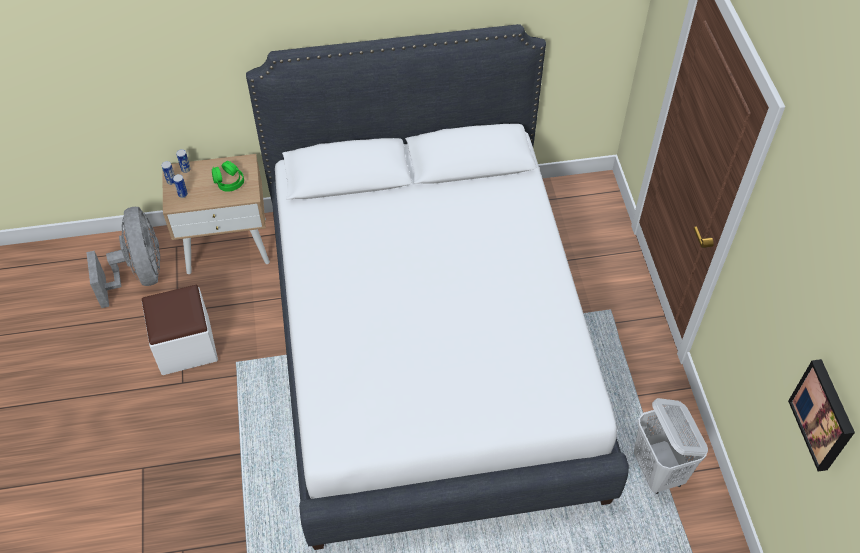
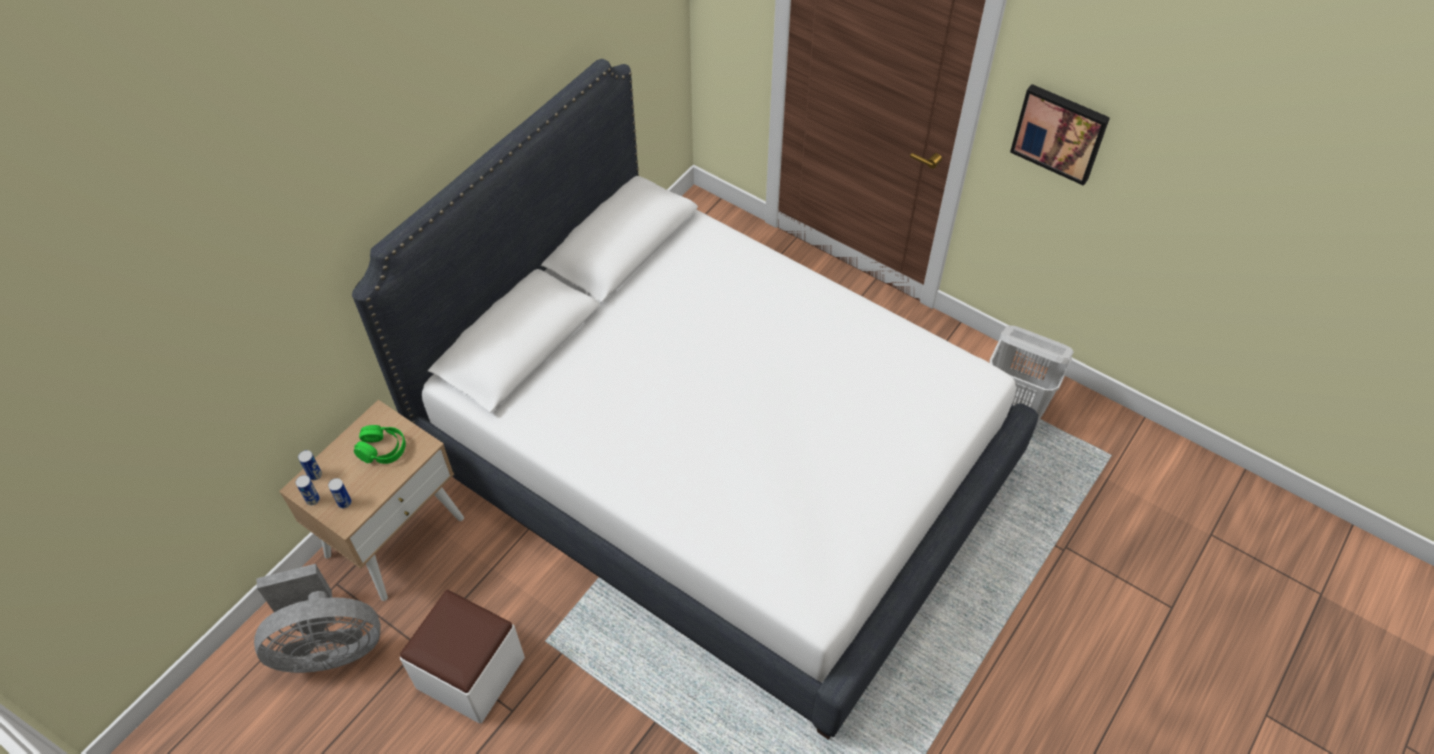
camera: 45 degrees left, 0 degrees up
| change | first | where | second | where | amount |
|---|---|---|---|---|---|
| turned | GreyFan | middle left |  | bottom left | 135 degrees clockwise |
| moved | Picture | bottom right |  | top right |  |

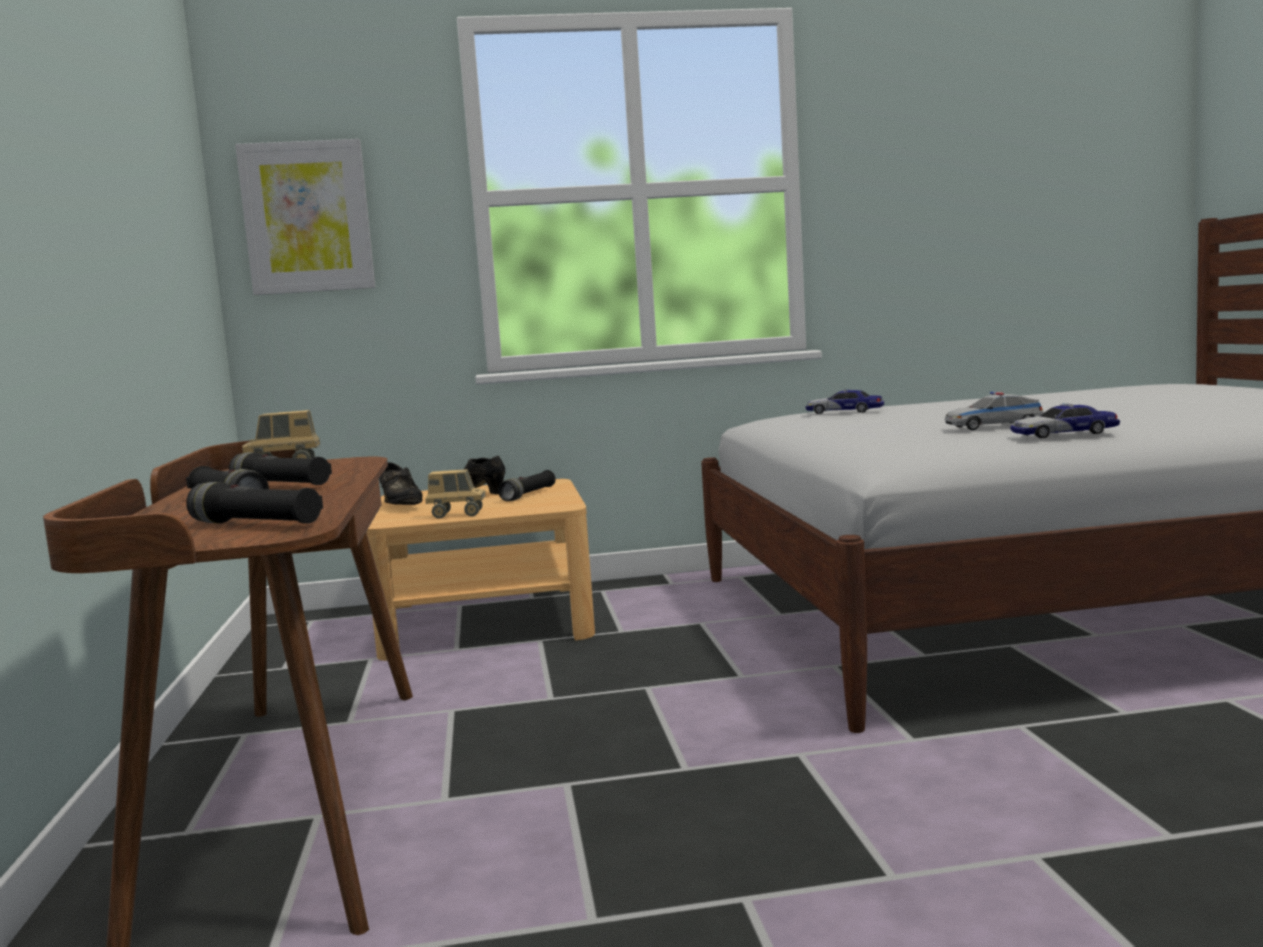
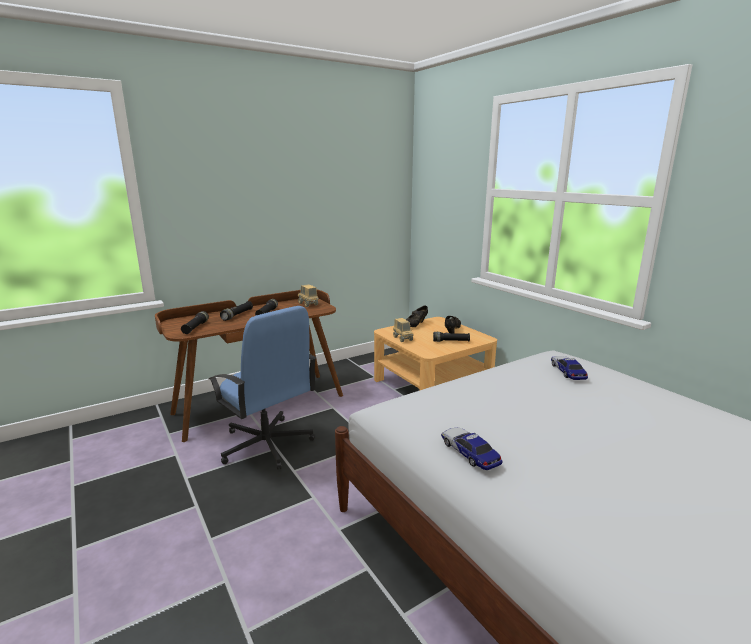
camera: 65 degrees right, 10 degrees up
| change | first | where | second | where | amount |
|---|---|---|---|---|---|
| removed | Picture | top left |  |  |  |
| removed | ToyCar (2nd from left) | middle right |  |  |  |
| added |  |  | BlueOfficeChair | centre |  |

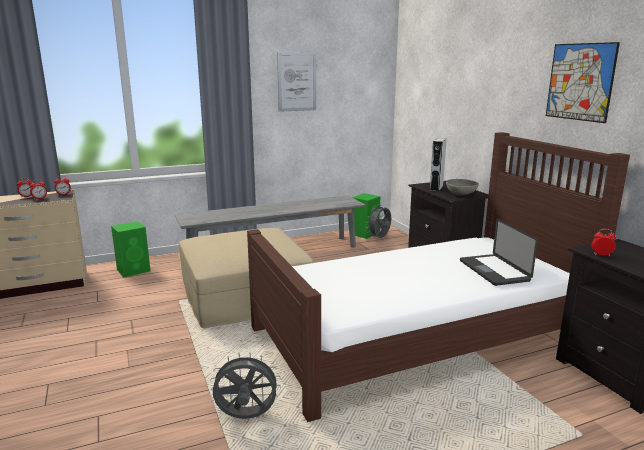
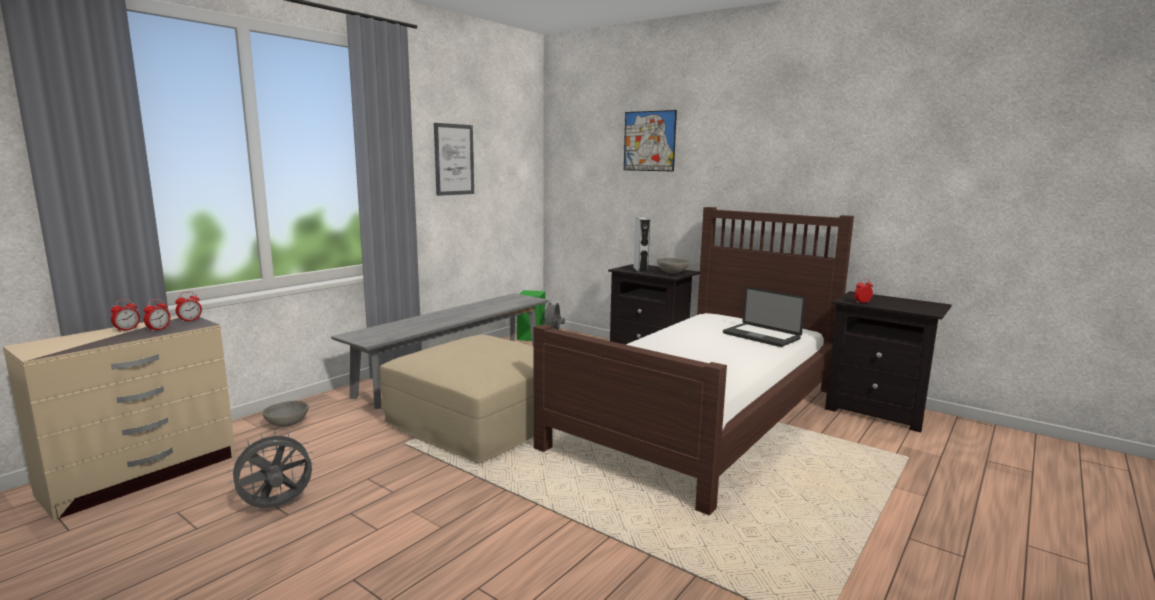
camera: 30 degrees left, 5 degrees down
| change | first | where | second | where | amount |
|---|---|---|---|---|---|
| moved | Picture (2nd from left) | top right |  | top centre |  |
| replaced | GreenSpeaker (1st from left) | middle left | GreyBowl (1st from left) | bottom left |  |
| moved | GreyFan (1st from left) | bottom centre |  | bottom left |  |

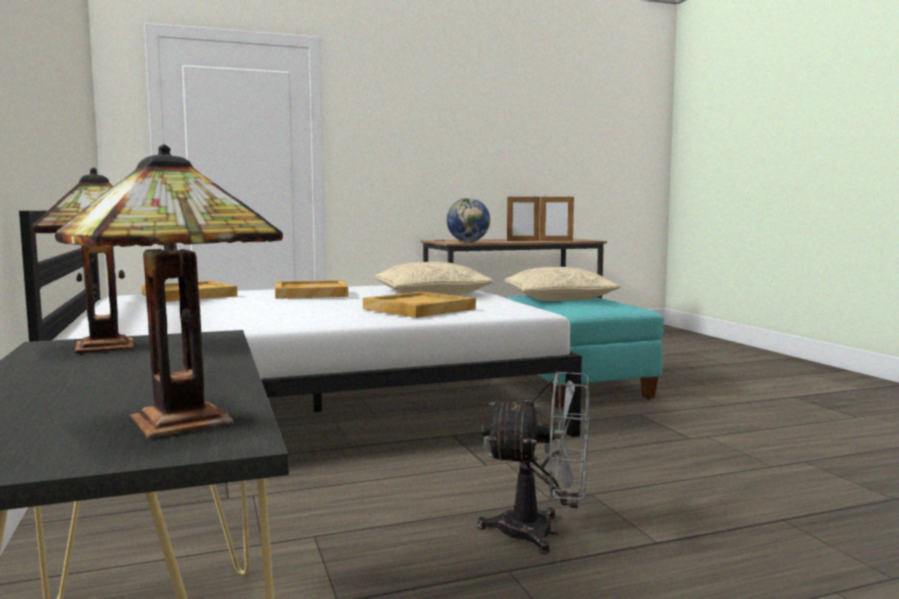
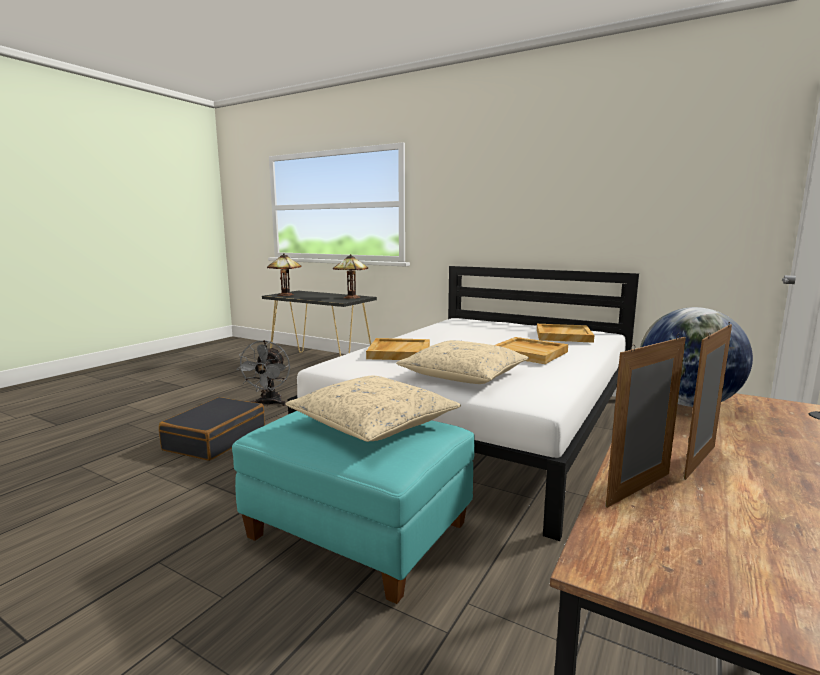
camera: 140 degrees right, 5 degrees up
| change | first | where | second | where | amount |
|---|---|---|---|---|---|
| turned | GreyFan | bottom centre |  | middle left | 60 degrees counterclockwise |
| added |  |  | BlackSuitcase | middle left |  |

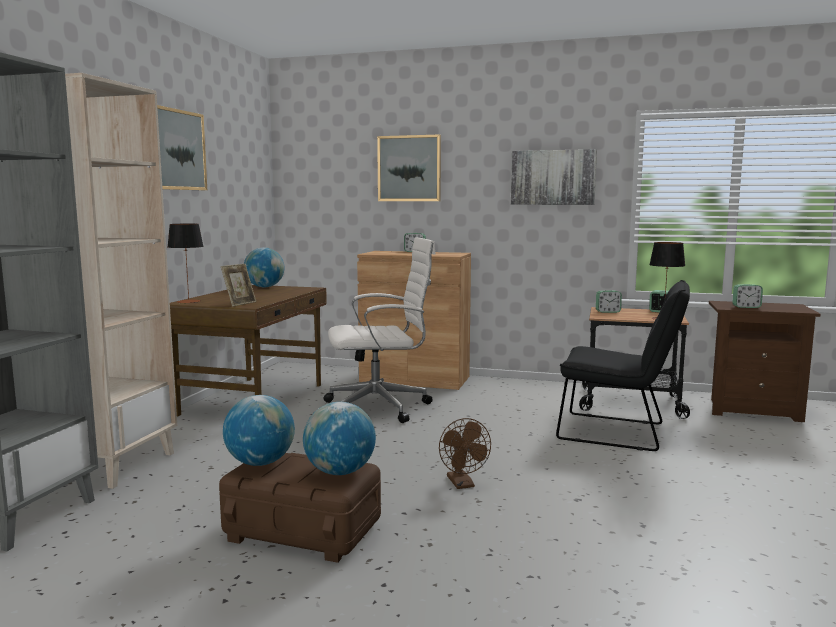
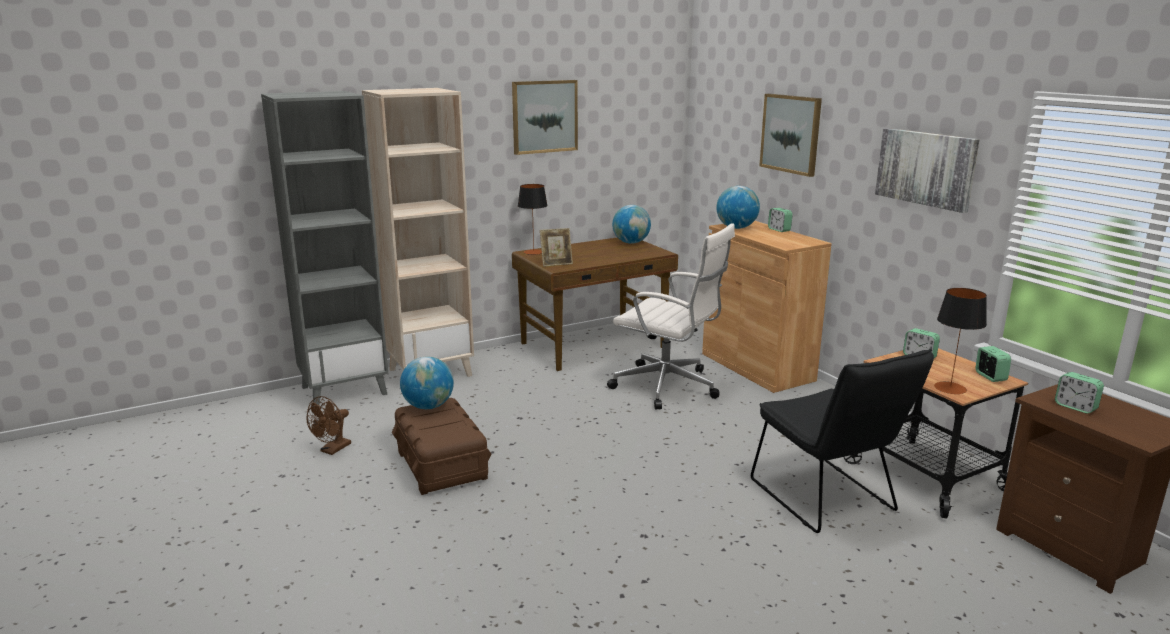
camera: 45 degrees right, 10 degrees up
| change | first | where | second | where | amount |
|---|---|---|---|---|---|
| moved | Globe (3rd from left) | bottom centre |  | top centre |  |
| moved | BrownFan | bottom centre |  | bottom left |  |

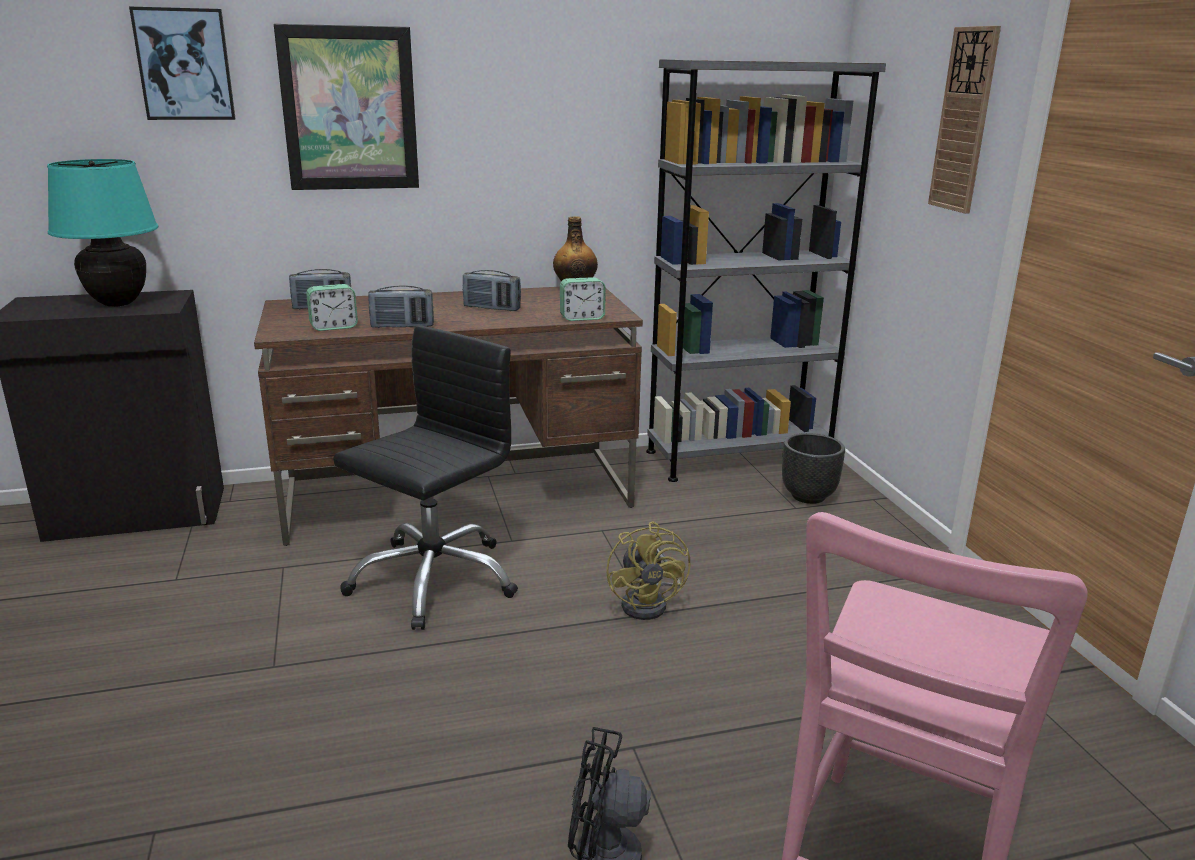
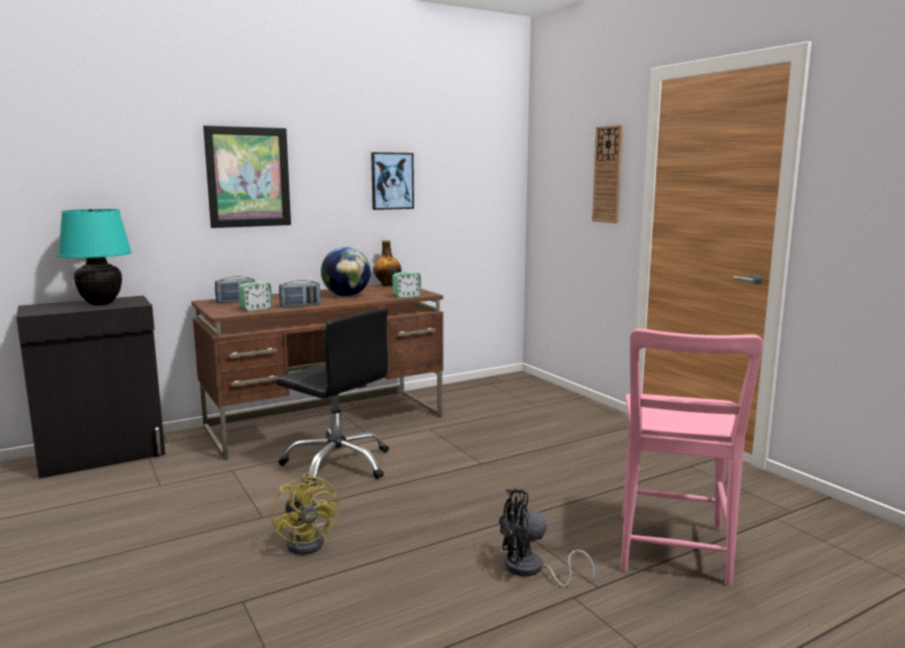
camera: 15 degrees left, 10 degrees down
| change | first | where | second | where | amount |
|---|---|---|---|---|---|
| moved | Picture (1st from left in the first image) | top left | Picture (2nd from left) | top centre |  |
| removed | GreyBookcase | top centre |  |  |  |
| replaced | Radio (3rd from left) | centre | Globe | centre |  |
| turned | BlackOfficeChair | centre |  | centre | 105 degrees clockwise |
| removed | BlackPlanter | middle right |  |  |  |
| moved | YellowFan | centre |  | bottom centre |  |

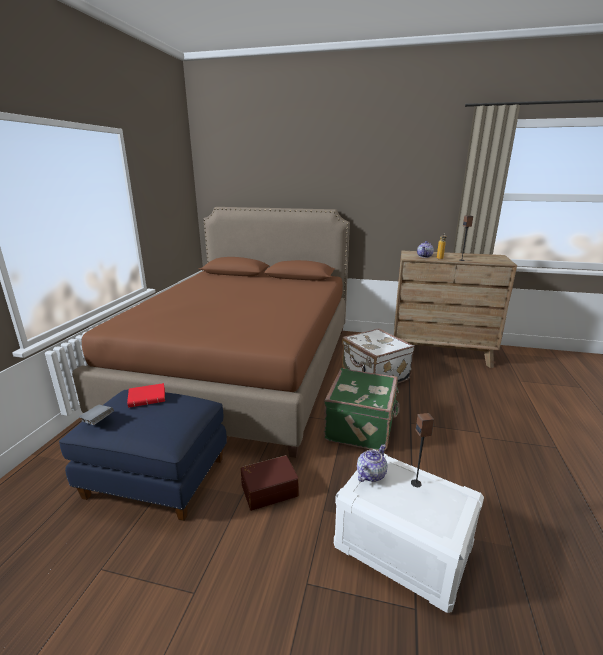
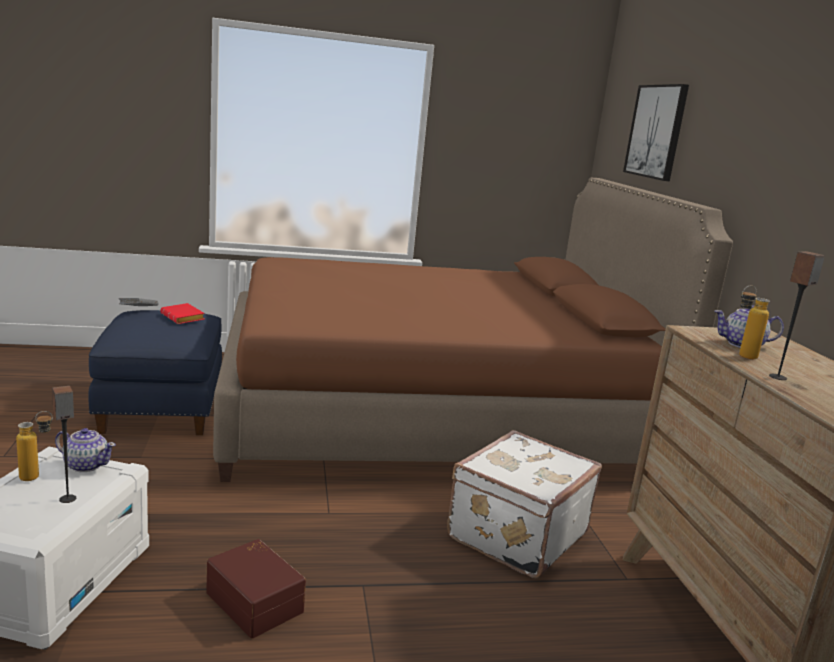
camera: 65 degrees right, 5 degrees down
| change | first | where | second | where | amount |
|---|---|---|---|---|---|
| removed | GreenSuitcase | centre |  |  |  |
| moved | BrownStorageBox | bottom centre |  | bottom left |  |
| added |  |  | Picture | top right |  |
| added |  |  | Bottle (1st from left) | bottom left |  |

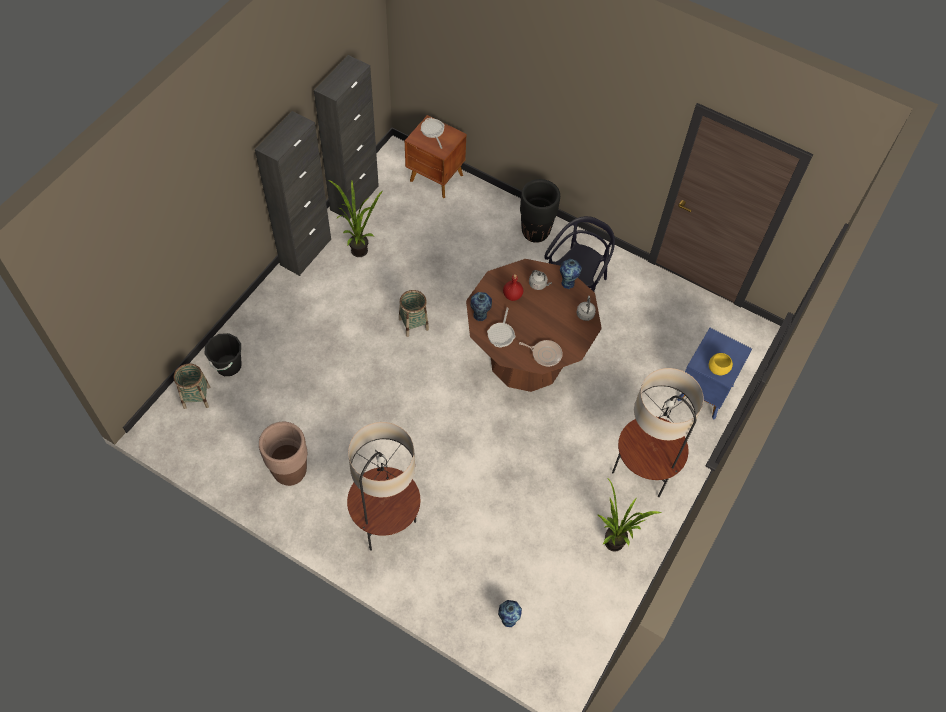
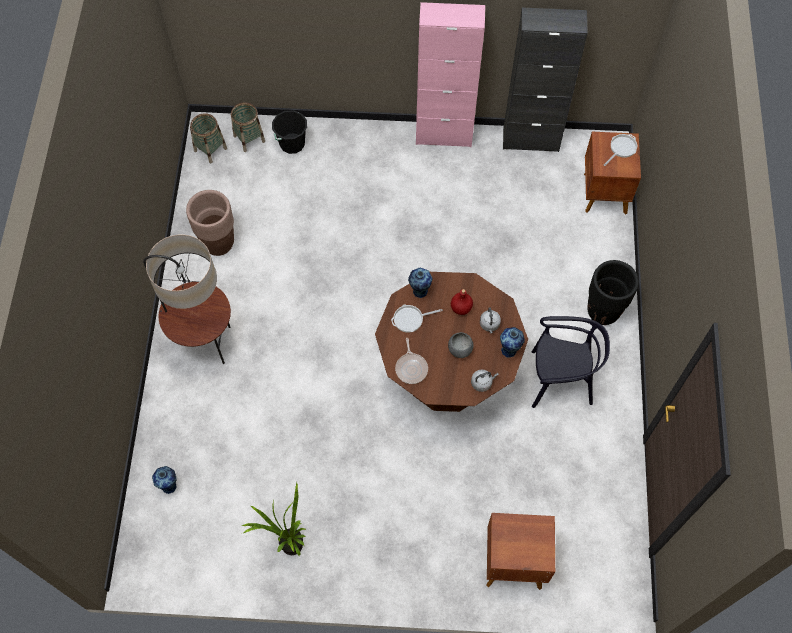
camera: 65 degrees right, 5 degrees up
| change | first | where | second | where | amount |
|---|---|---|---|---|---|
| recoloured | BlackCabinet (1st from left) | top left | PinkCabinet | top centre |  |
| removed | PottedPlant (1st from left) | top centre |  |  |  |
| moved | Basket (2nd from left in the first image) | centre | Basket (1st from left) | top left |  |
| recoloured | BlueNightstand | middle right | BrownNightstand (1st from left) | bottom centre |  |
| removed | YellowBowl | middle right |  |  |  |
| removed | FloorLamp (2nd from left) | middle right |  |  |  |
| added |  |  | GreyBowl | centre |  |

